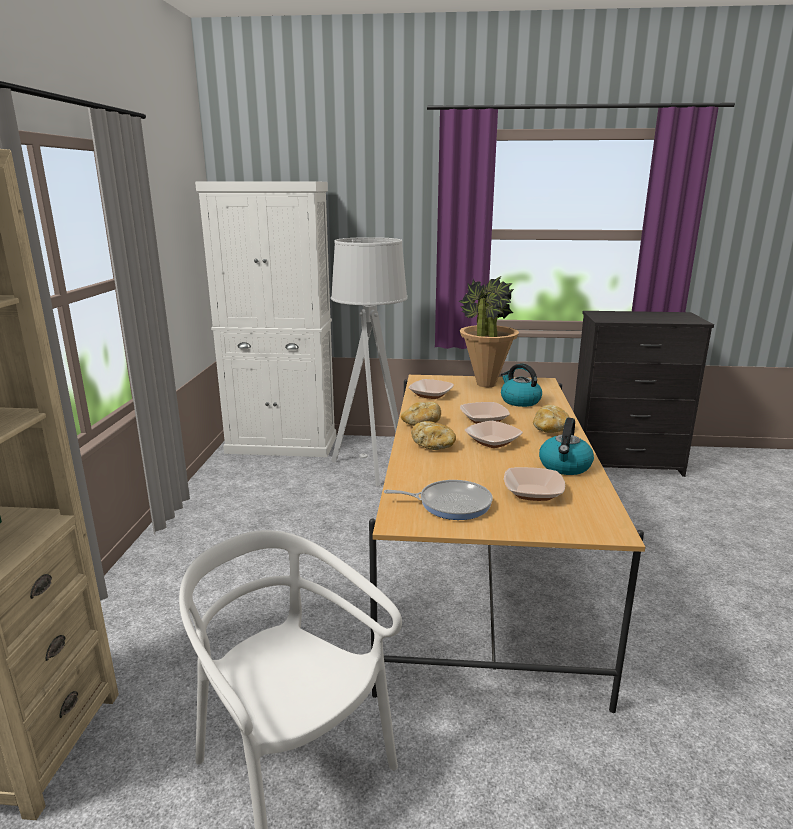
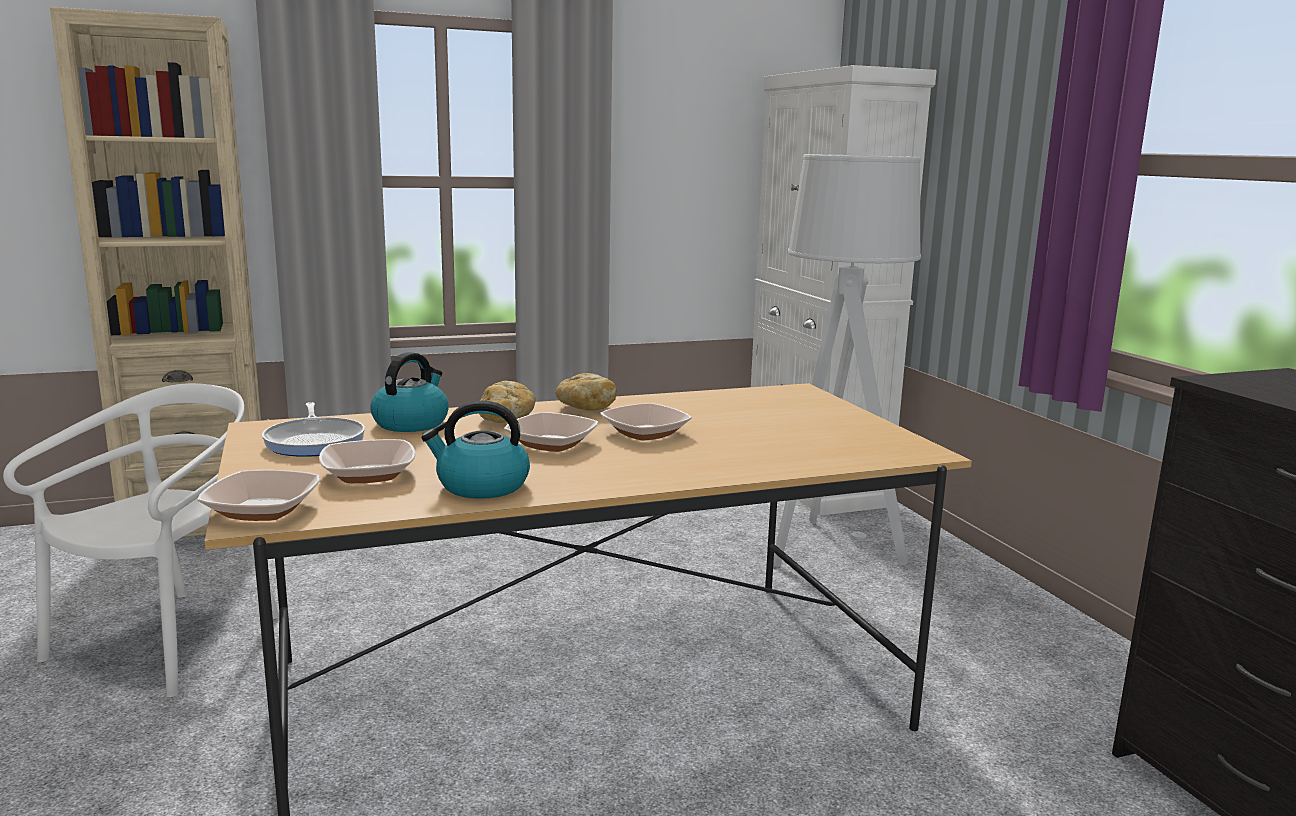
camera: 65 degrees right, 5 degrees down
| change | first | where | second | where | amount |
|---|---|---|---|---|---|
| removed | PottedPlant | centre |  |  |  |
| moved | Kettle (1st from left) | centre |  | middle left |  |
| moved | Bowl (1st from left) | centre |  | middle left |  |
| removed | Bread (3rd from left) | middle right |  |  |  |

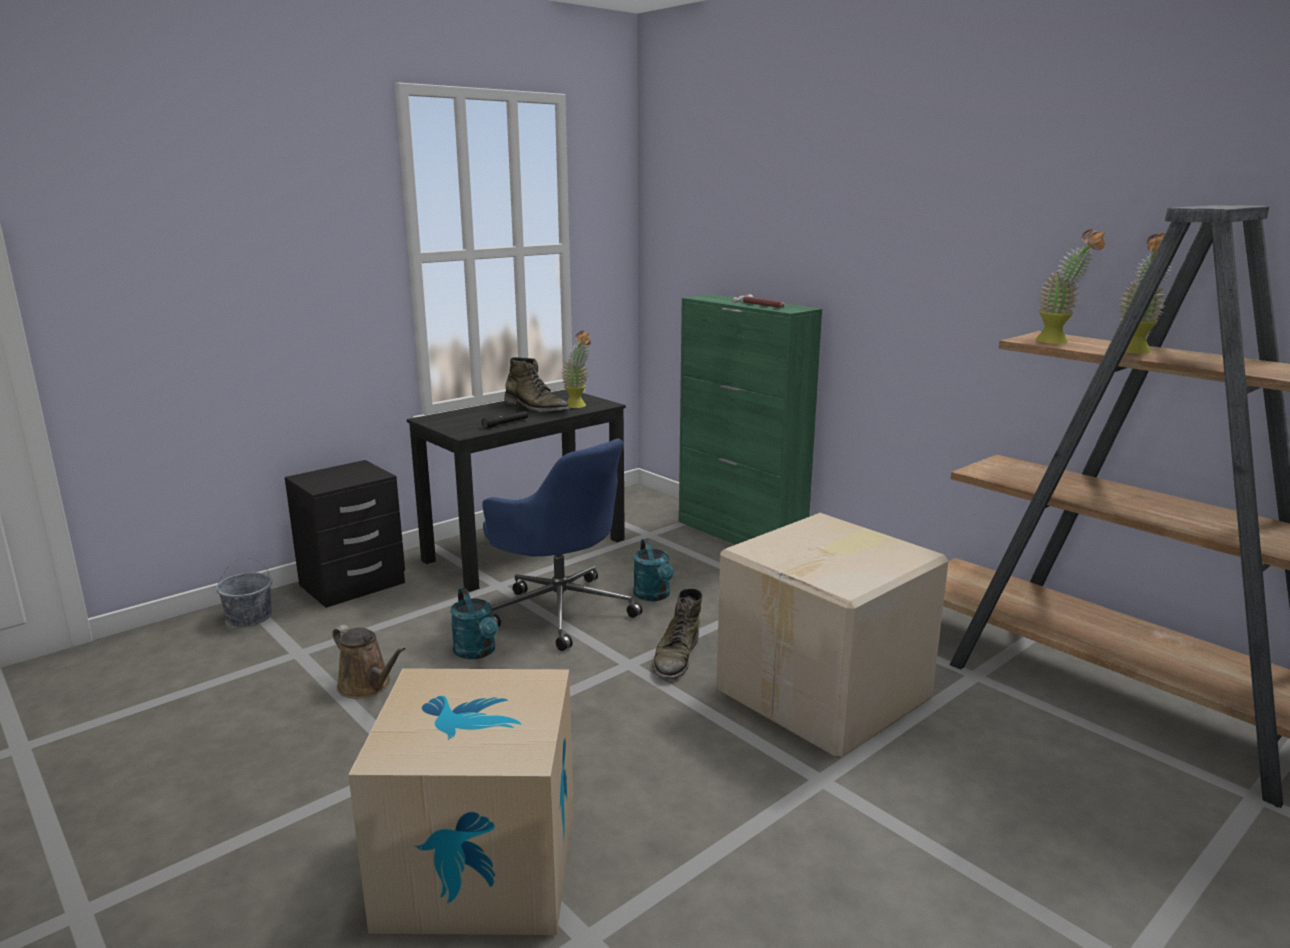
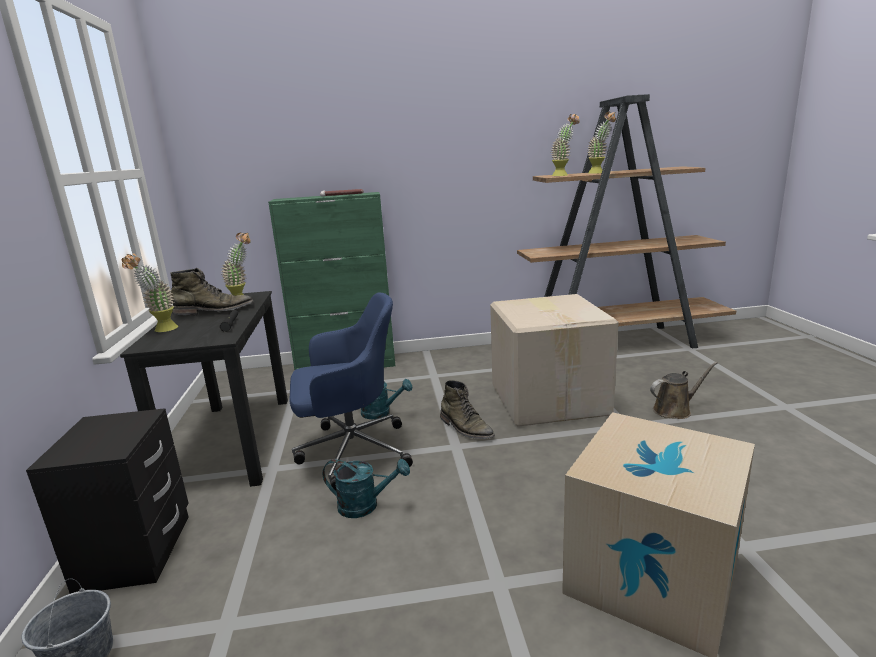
camera: 55 degrees left, 0 degrees up
| change | first | where | second | where | amount |
|---|---|---|---|---|---|
| moved | BrownWateringCan | bottom left |  | middle right |  |
| added |  |  | PottedPlant (1st from left) | middle left |  |

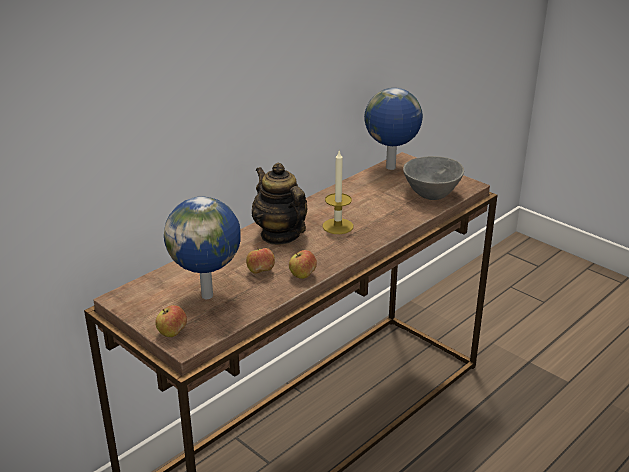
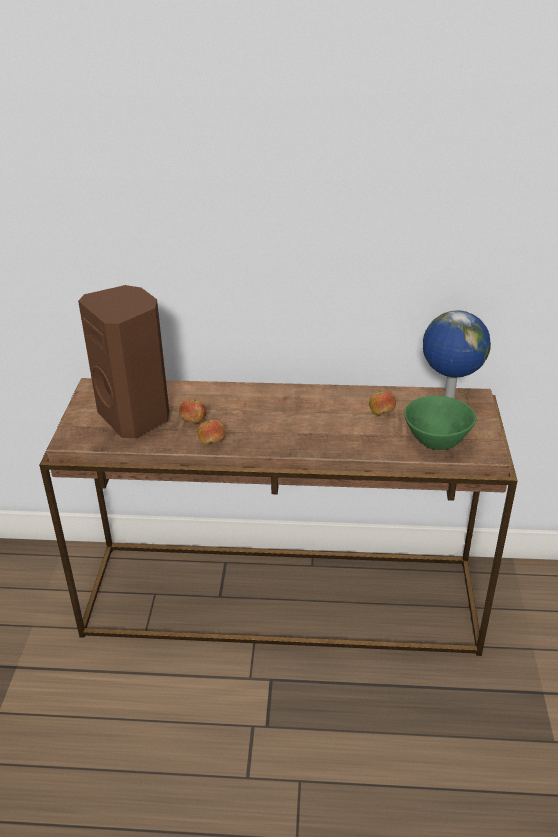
camera: 50 degrees right, 5 degrees up
| change | first | where | second | where | amount |
|---|---|---|---|---|---|
| removed | Candle | centre |  |  |  |
| recoloured | GreyBowl | middle right | GreenBowl | middle right |  |
| removed | Teapot | centre |  |  |  |
| replaced | Globe (1st from left) | middle left | BrownSpeaker | middle left |  |
| moved | Apple (1st from left in the first image) | bottom left | Apple (3rd from left) | middle right |  |

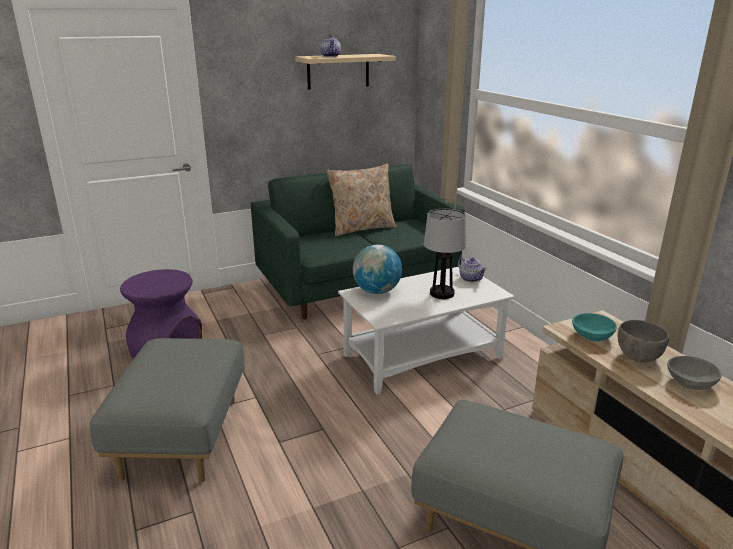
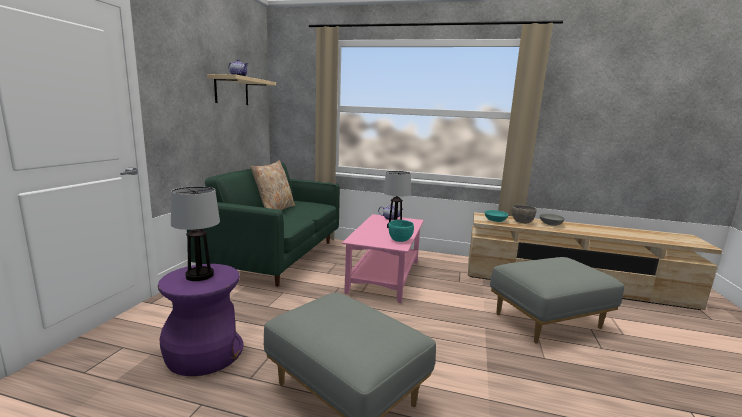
camera: 50 degrees left, 10 degrees down
| change | first | where | second | where | amount |
|---|---|---|---|---|---|
| removed | Globe | centre |  |  |  |
| recoloured | WhiteCoffeeTable | centre | PinkCoffeeTable | centre |  |
| added |  |  | TableLamp (1st from left) | middle left |  |
| added |  |  | TurquoiseBowl (1st from left) | centre |  |

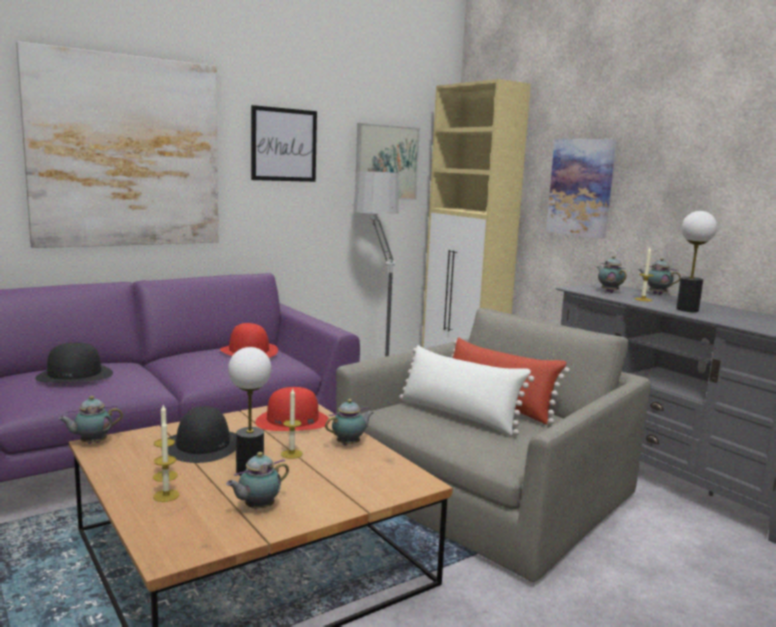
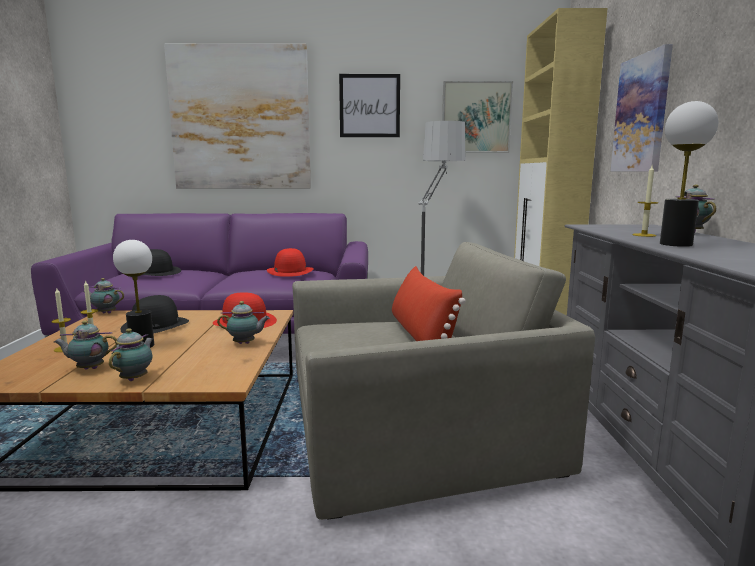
camera: 35 degrees right, 0 degrees up
| change | first | where | second | where | amount |
|---|---|---|---|---|---|
| moved | Teapot (4th from left in the first image) | middle right | Teapot (3rd from left) | middle left |  |
| removed | WhitePillow | centre |  |  |  |
| removed | Candle (3rd from left) | bottom centre |  |  |  |

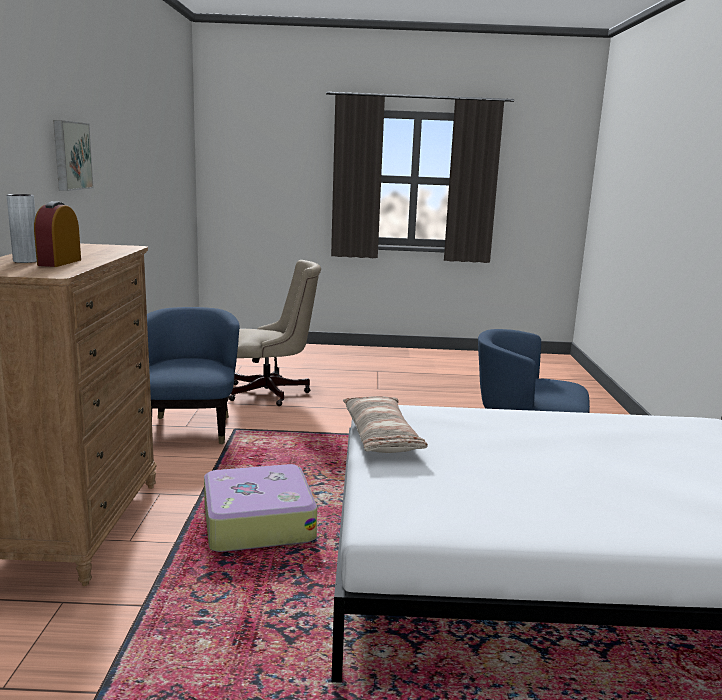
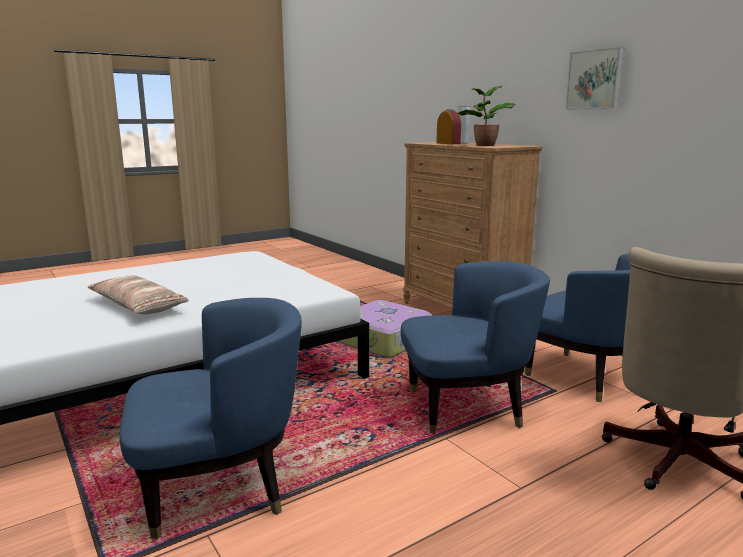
camera: 145 degrees right, 0 degrees up
| change | first | where | second | where | amount |
|---|---|---|---|---|---|
| moved | Pillow | centre |  | middle left |  |
| added |  |  | PottedPlant | top centre |  |
| added |  |  | BlueArmchair (2nd from left) | centre |  |

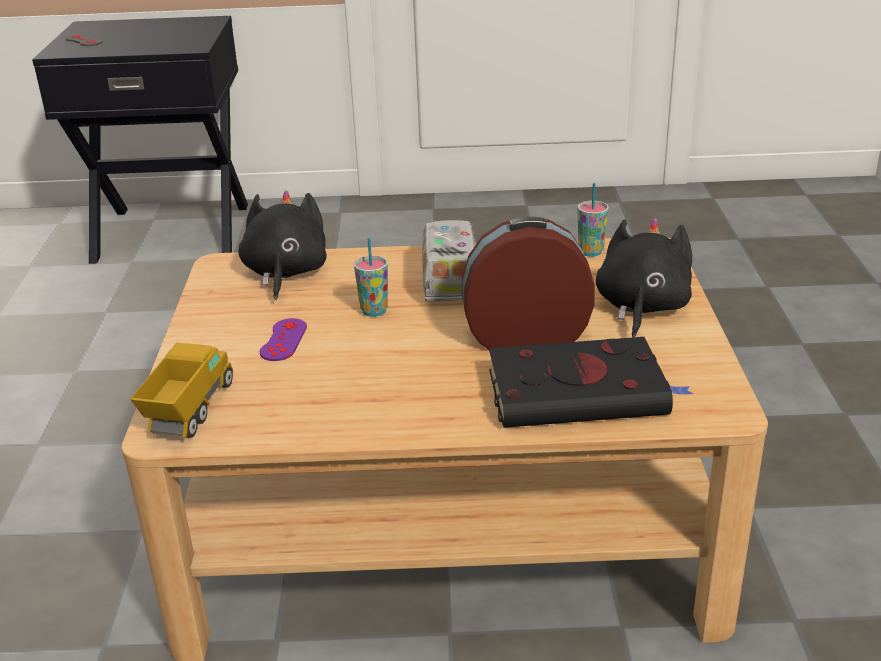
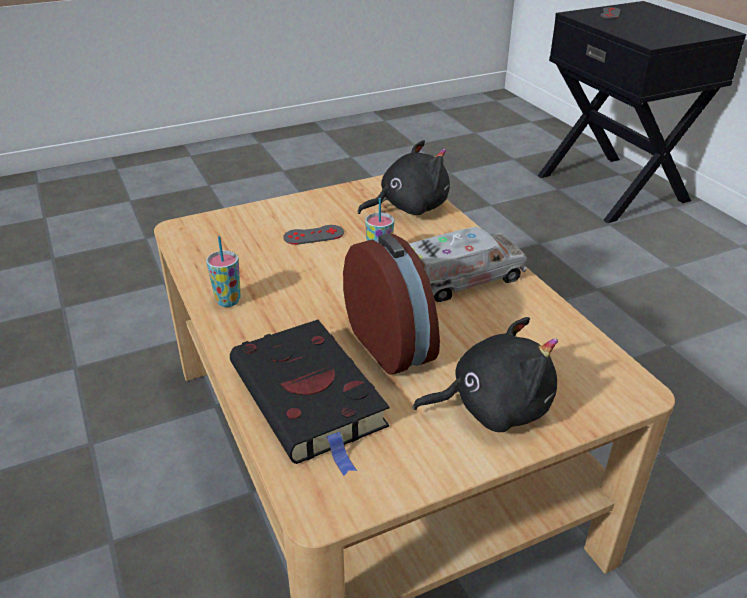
camera: 65 degrees right, 5 degrees up
| change | first | where | second | where | amount |
|---|---|---|---|---|---|
| moved | Cup (2nd from left in the first image) | top right | Cup (1st from left) | middle left |  |
| recoloured | PurpleGameController | middle left | GreyGameController (1st from left) | centre |  |
| removed | ToyTruck (1st from left) | middle left |  |  |  |

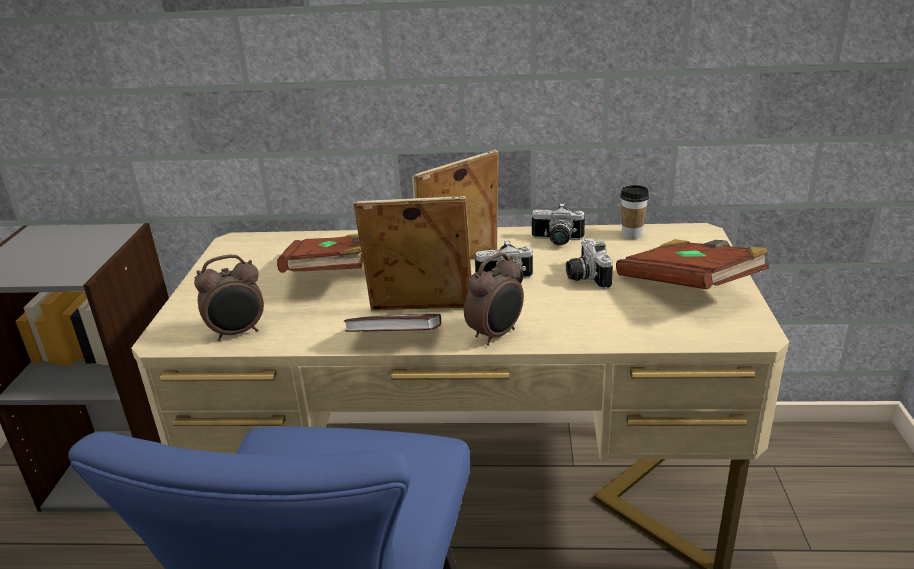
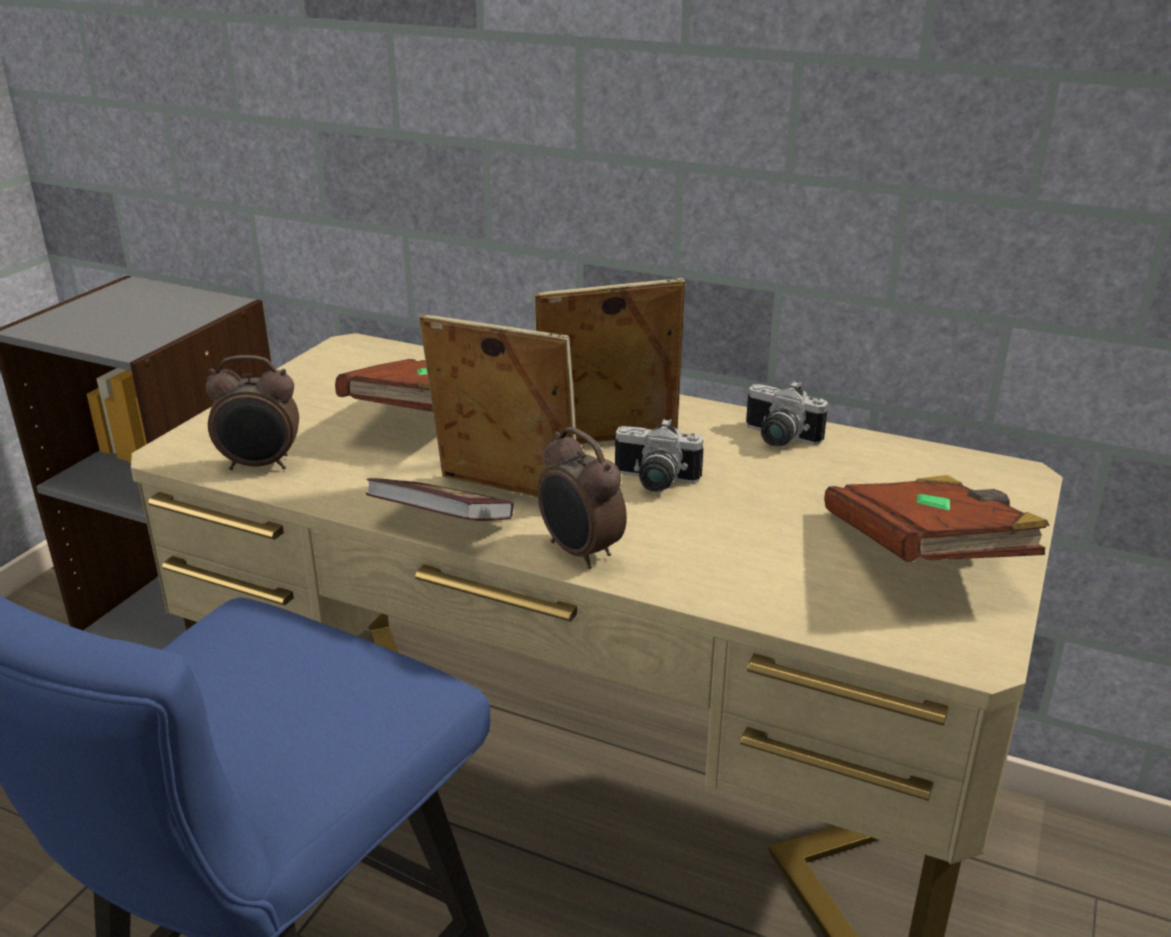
camera: 20 degrees right, 0 degrees up
| change | first | where | second | where | amount |
|---|---|---|---|---|---|
| removed | Cup | middle right |  |  |  |
| removed | PhotoCamera (3rd from left) | centre |  |  |  |
| turned | AlarmClock (2nd from left) | centre |  | centre | 75 degrees clockwise |

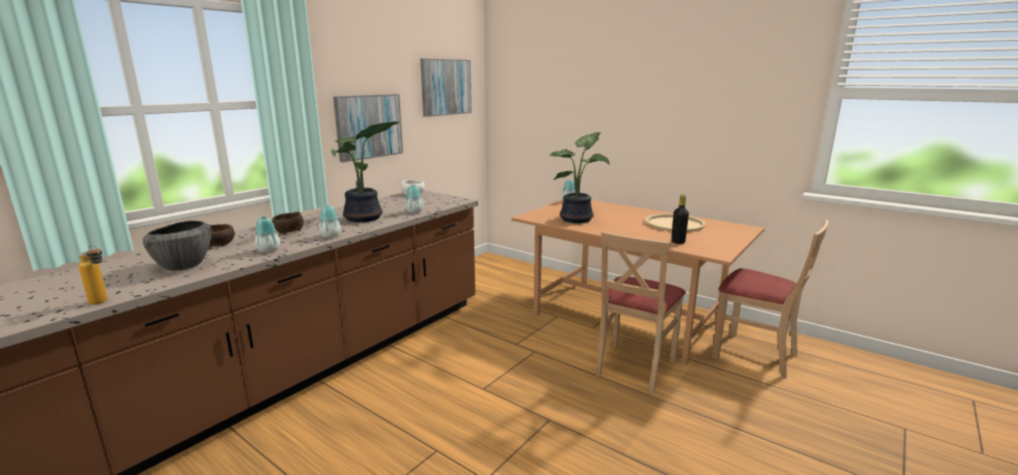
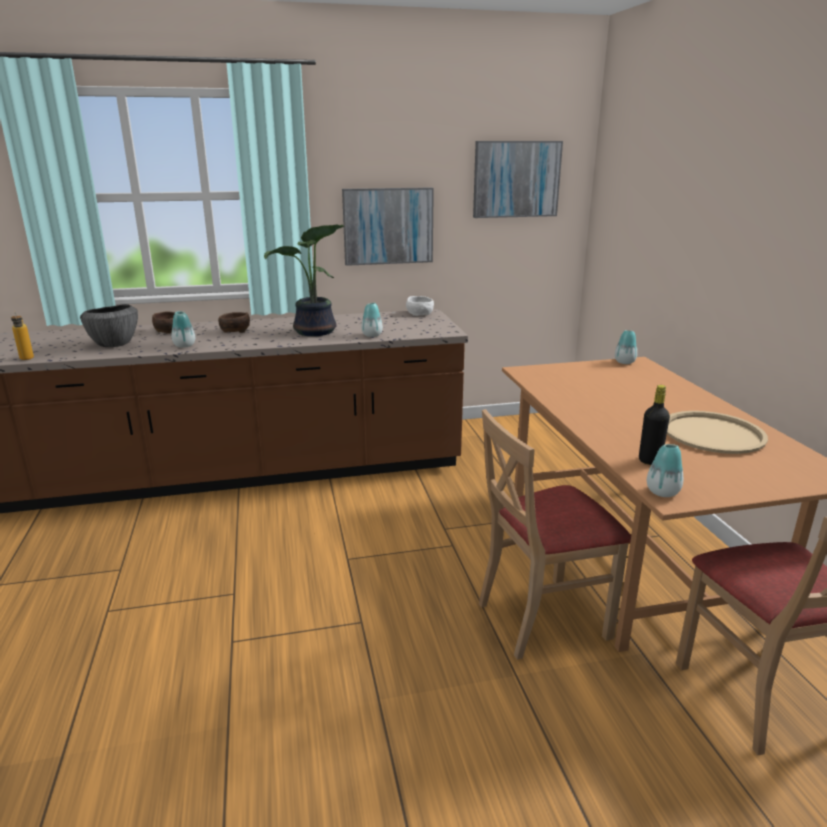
camera: 40 degrees right, 5 degrees up
| change | first | where | second | where | amount |
|---|---|---|---|---|---|
| removed | PottedPlant (2nd from left) | centre |  |  |  |
| moved | Vase (2nd from left in the first image) | middle left | Vase (4th from left) | middle right |  |

